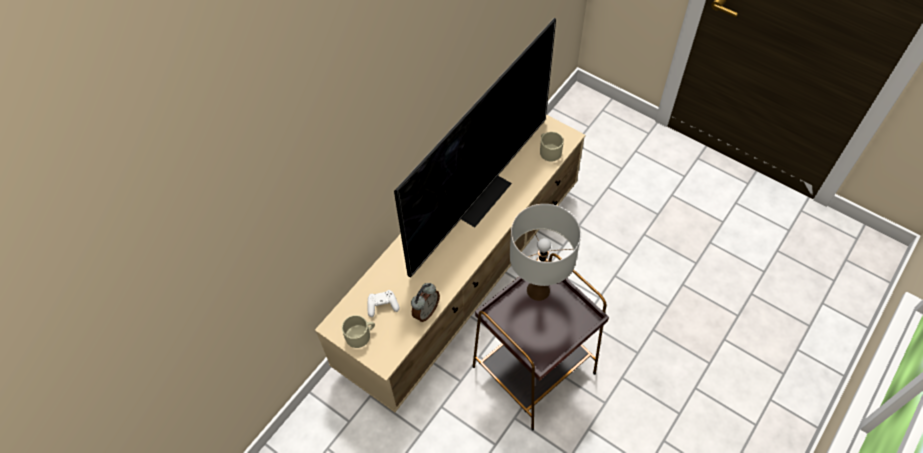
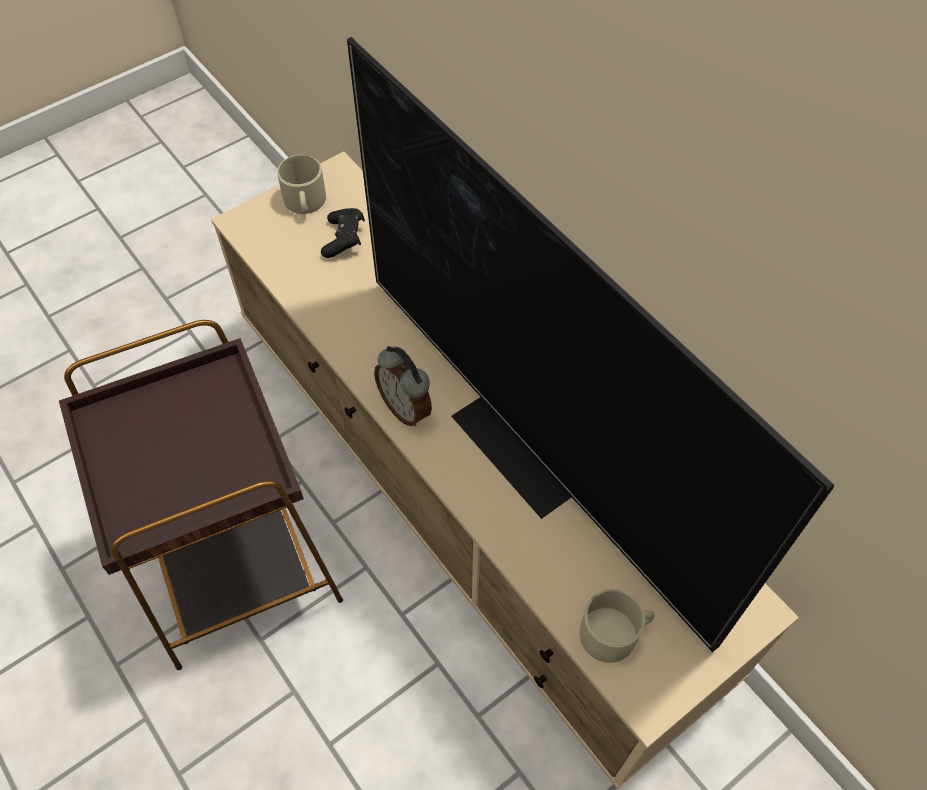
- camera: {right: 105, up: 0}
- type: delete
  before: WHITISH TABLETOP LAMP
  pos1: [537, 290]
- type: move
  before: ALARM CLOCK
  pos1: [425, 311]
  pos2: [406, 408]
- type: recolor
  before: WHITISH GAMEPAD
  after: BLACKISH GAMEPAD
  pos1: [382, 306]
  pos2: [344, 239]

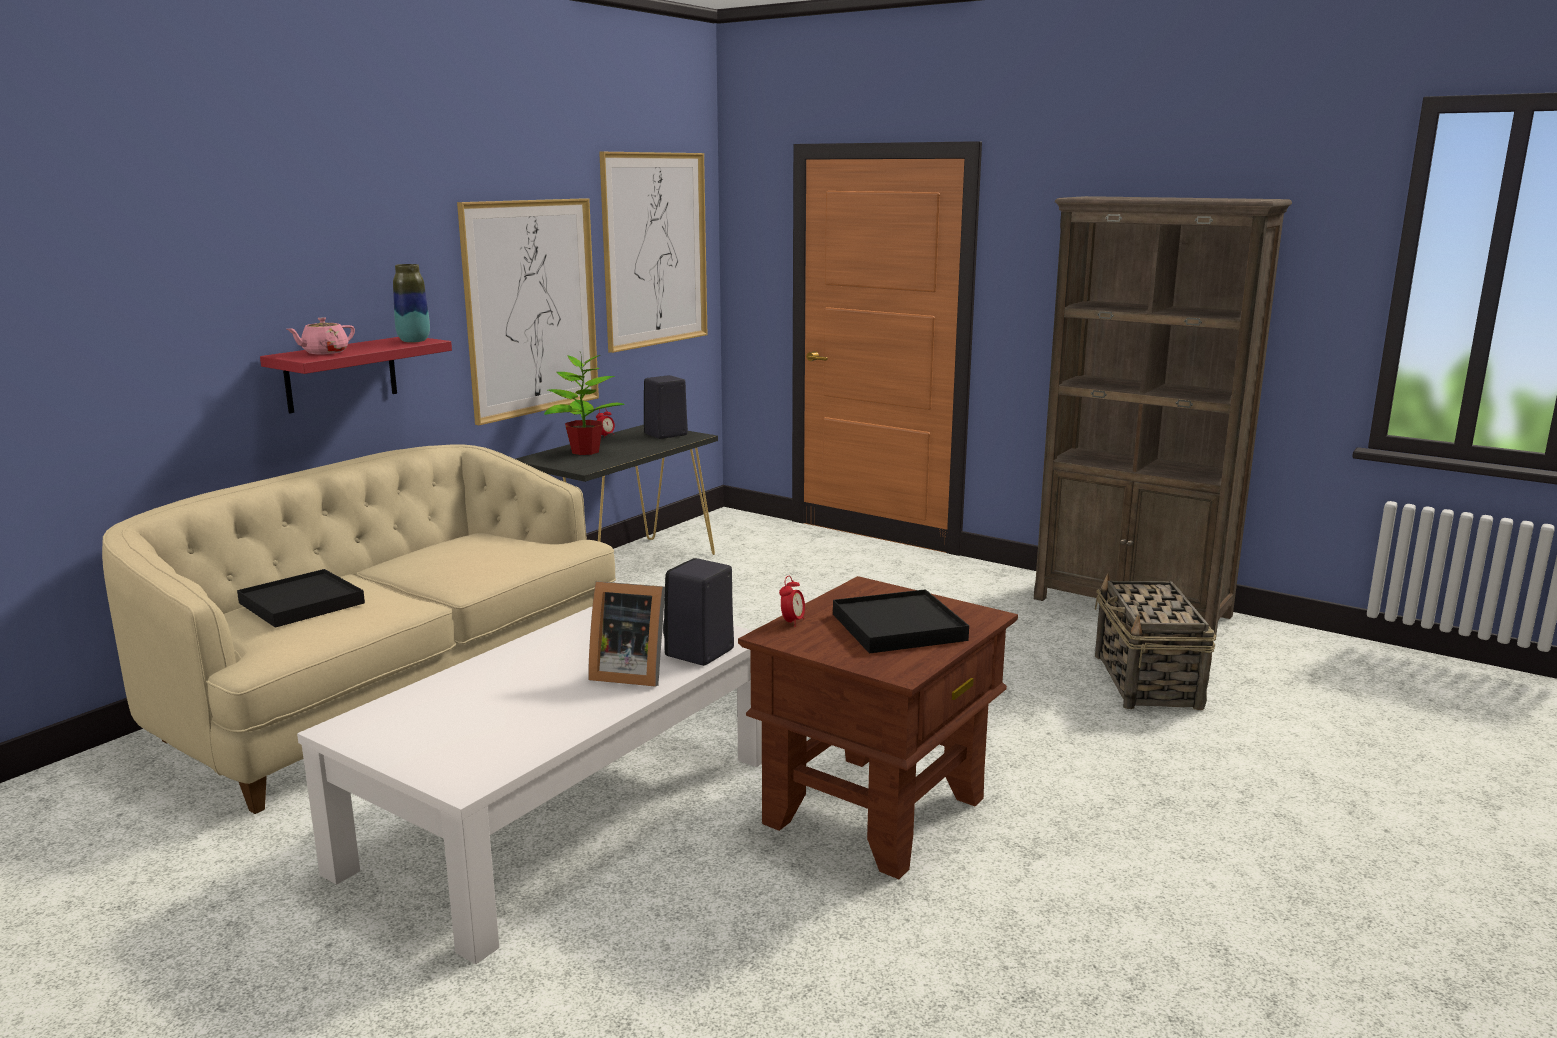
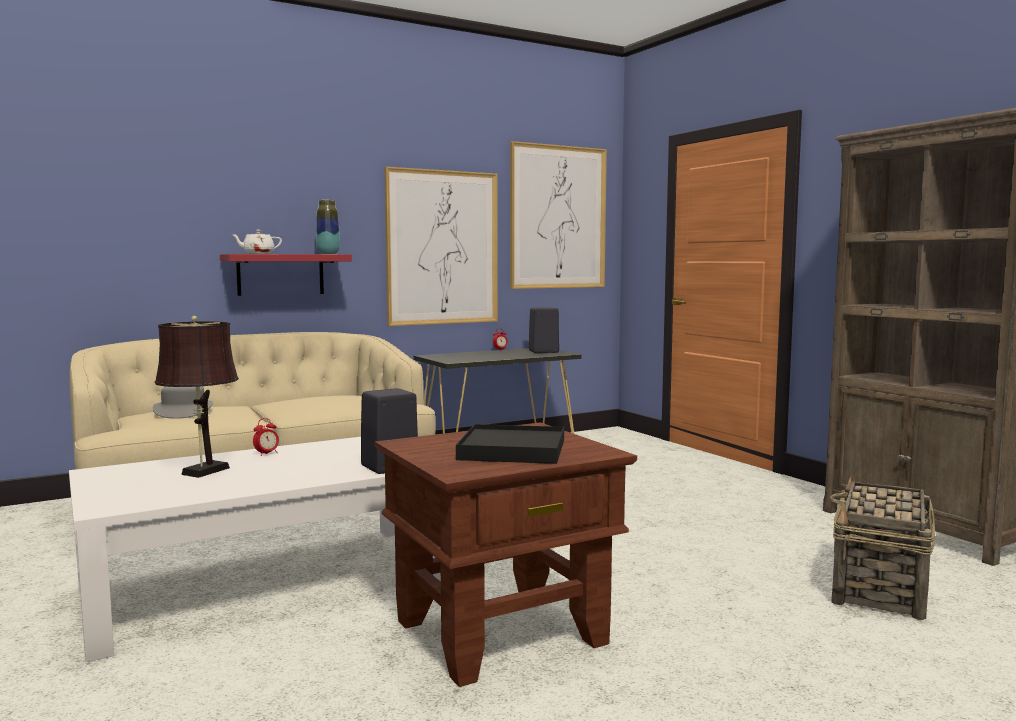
- camera: {right: 25, up: -10}
- type: delete
  before: PLANT IN A POT
  pos1: [584, 451]
- type: delete
  before: PHOTO FRAME
  pos1: [628, 673]
- type: insert
  after: BROWN TABLETOP LAMP
  pos2: [202, 472]
- type: move
  before: ALARM CLOCK
  pos1: [792, 622]
  pos2: [266, 454]
- type: replace
  before: BLACKISH CARRYING TRAY
  after: GRAY HAT
  pos1: [302, 603]
  pos2: [183, 411]
- type: recolor
  before: PINK-COLOURED TEAPOT
  after: WHITISH TEAPOT
  pos1: [324, 352]
  pos2: [257, 253]

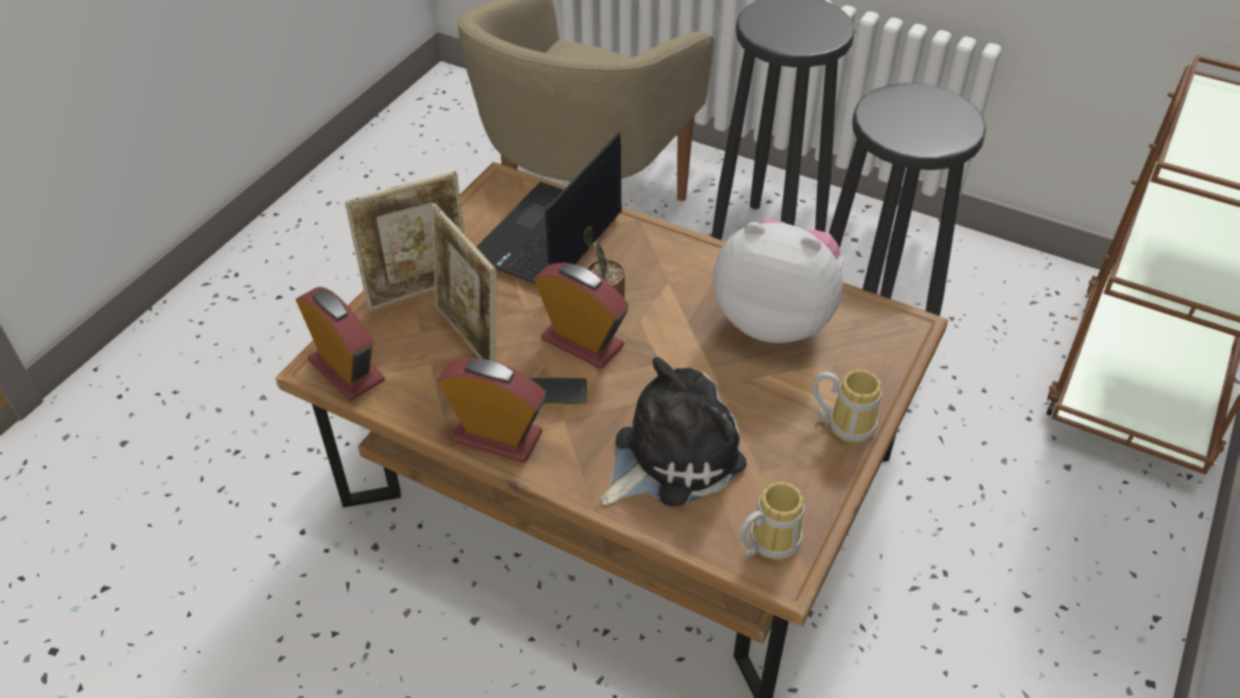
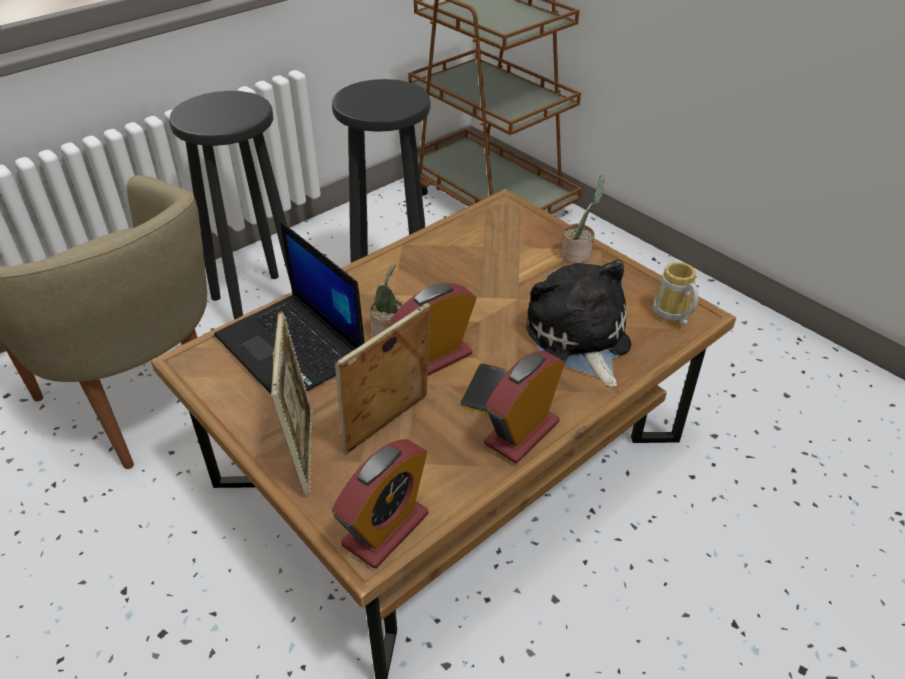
- camera: {right: -70, up: -5}
- type: delete
  before: CUDDLY TOY
  pos1: [775, 319]
- type: replace
  before: COFFEE MUG
  after: PLANT IN A POT
  pos1: [845, 422]
  pos2: [578, 254]
- type: rotate
  before: ALARM CLOCK
  pos1: [346, 371]
  pos2: [385, 529]
  turn: 150
- type: rotate
  before: PHOTO FRAME
  pos1: [470, 337]
  pos2: [388, 427]
  turn: 150

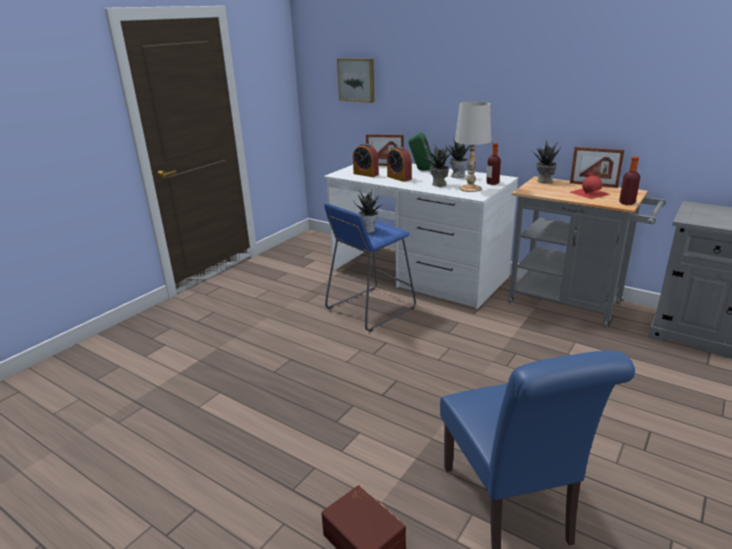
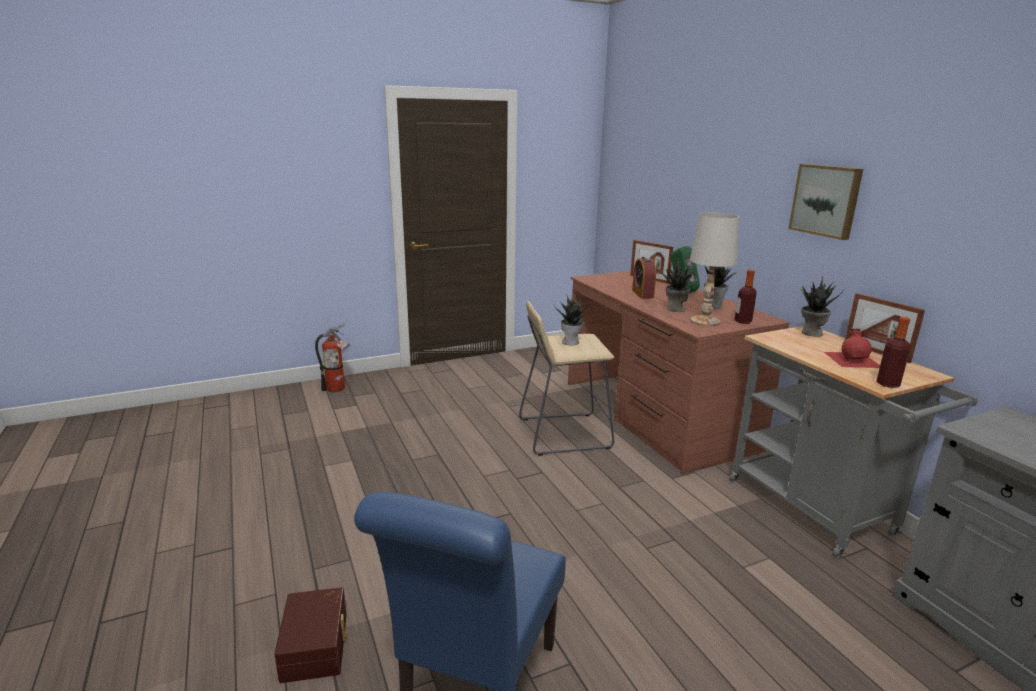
- camera: {right: 30, up: -5}
- type: delete
  before: ALARM CLOCK
  pos1: [366, 174]
- type: insert
  after: FIRE-FIGHTING CYLINDER
  pos2: [338, 388]
- type: move
  before: WALL PICTURE
  pos1: [357, 80]
  pos2: [826, 200]
- type: recolor
  before: WHITISH DESK UNIT
  after: BROWN DESK UNIT
  pos1: [418, 273]
  pos2: [655, 415]
- type: recolor
  before: BLUE-COLOURED STOOL
  after: SAND-COLOURED STOOL
  pos1: [370, 308]
  pos2: [564, 433]

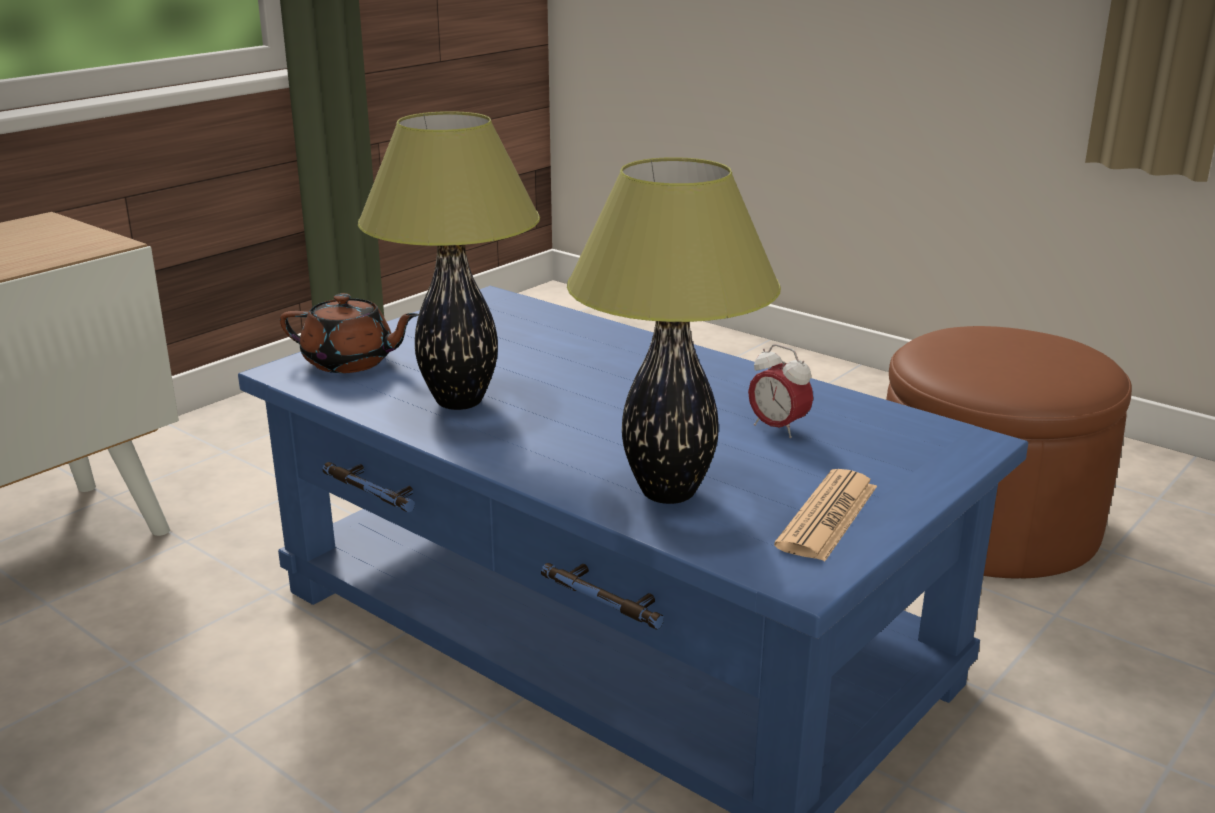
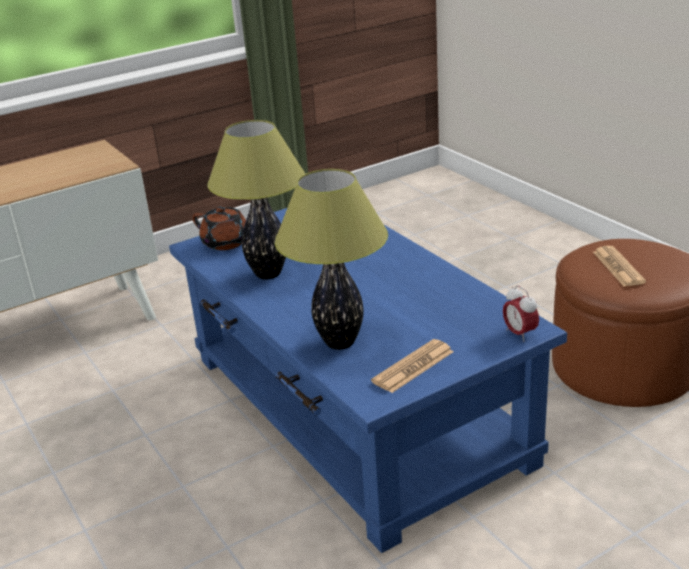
- camera: {right: 20, up: 5}
- type: insert
  after: DAILY PAPER
  pos2: [618, 267]
- type: move
  before: ALARM CLOCK
  pos1: [777, 428]
  pos2: [520, 334]

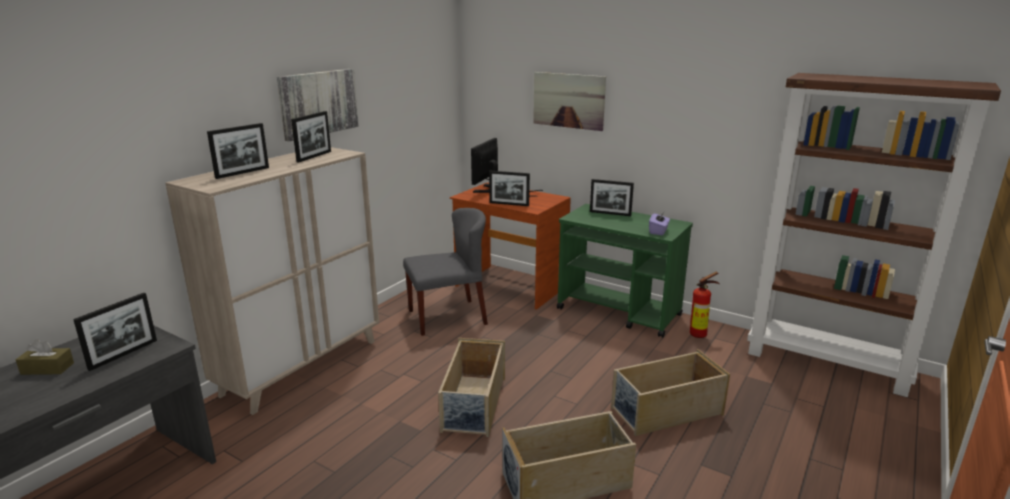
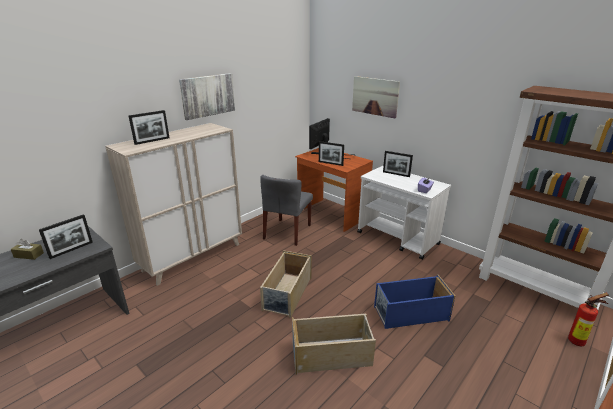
- camera: {right: 10, up: 5}
- type: delete
  before: PHOTO FRAME
  pos1: [314, 156]
- type: move
  before: FIRE-FIGHTING CYLINDER
  pos1: [700, 335]
  pos2: [578, 341]
- type: recolor
  before: GREENISH WHEELED CART
  after: WHITISH WHEELED CART
  pos1: [619, 312]
  pos2: [398, 238]
- type: recolor
  before: SAND-COLOURED STORAGE BOX
  after: BLUE-COLOURED STORAGE BOX
  pos1: [665, 411]
  pos2: [410, 313]
- type: rotate
  before: GRAY CHAIR
  pos1: [448, 317]
  pos2: [287, 232]
  turn: 120

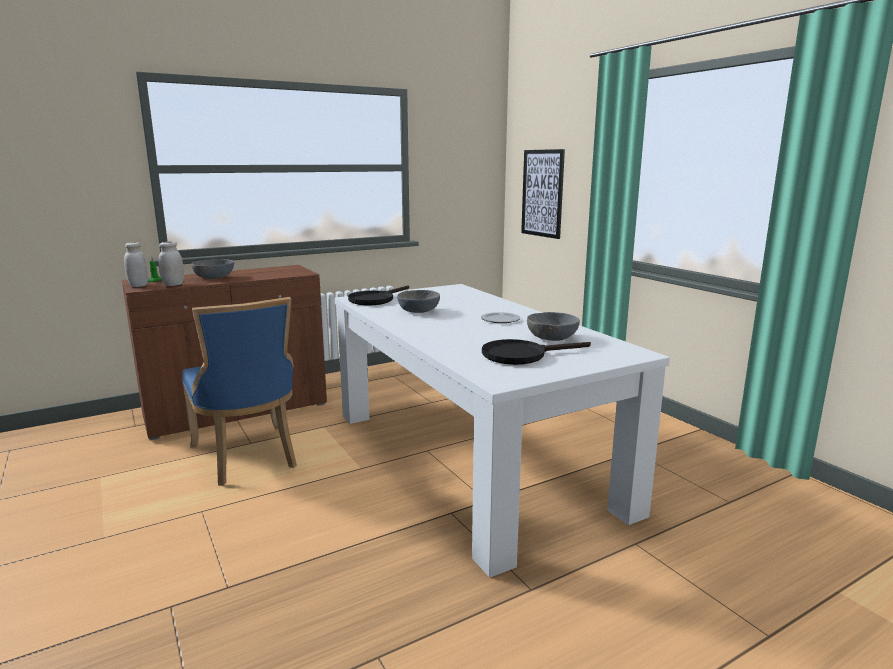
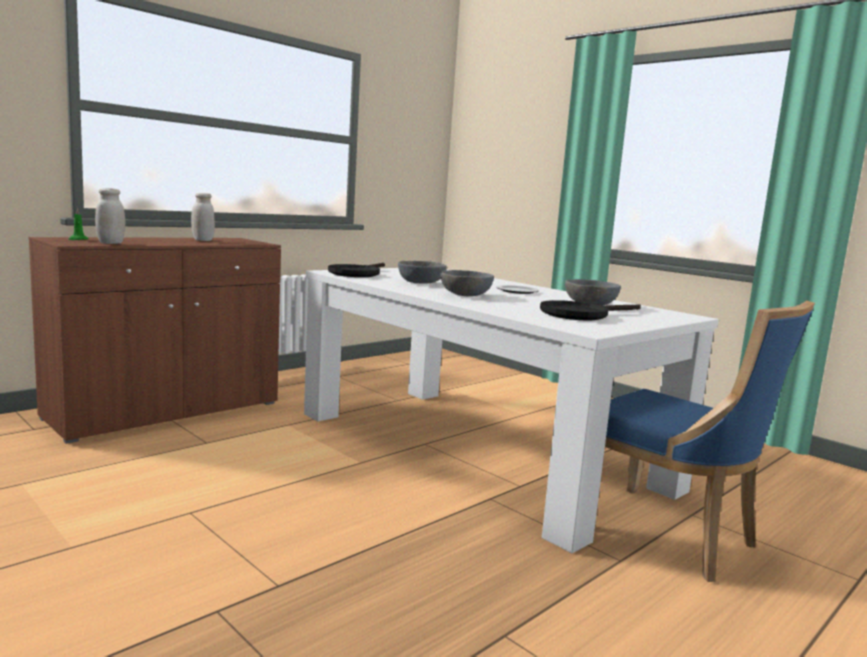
- camera: {right: -15, up: -5}
- type: delete
  before: WALL PICTURE
  pos1: [542, 193]
- type: move
  before: WHITISH JAR
  pos1: [138, 285]
  pos2: [203, 240]
- type: move
  before: BLUE-COLOURED CHAIR
  pos1: [247, 457]
  pos2: [668, 536]
- type: move
  before: GRAY SERVING BOWL
  pos1: [214, 277]
  pos2: [466, 295]

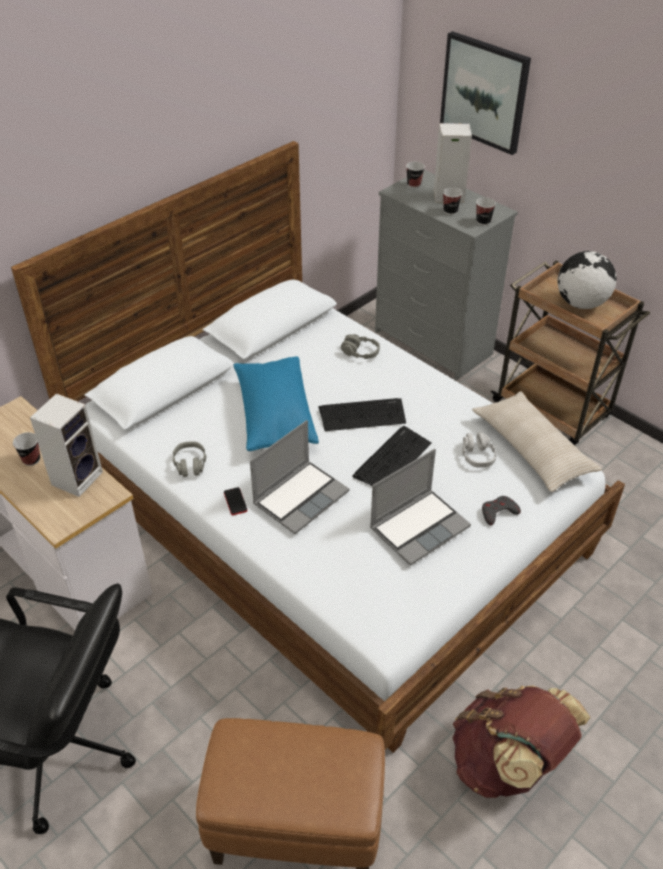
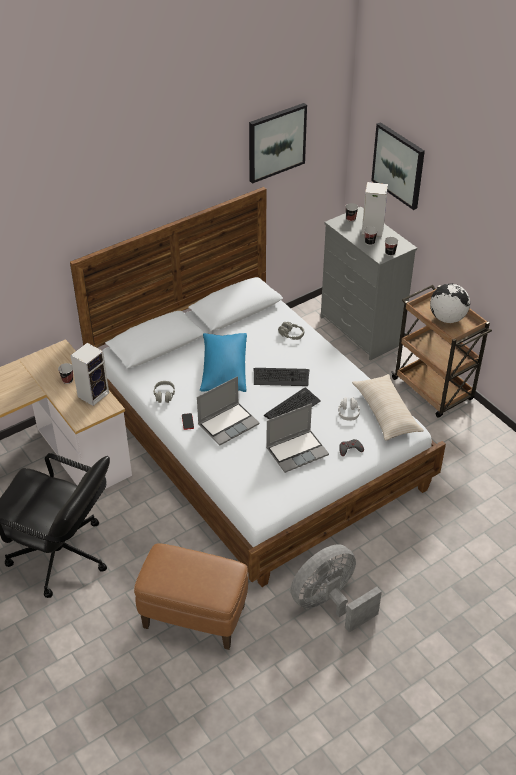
- camera: {right: 10, up: 0}
- type: insert
  after: WALL PICTURE
  pos2: [276, 142]
- type: replace
  before: BROWN BACKPACK
  after: GRAY COOLING FAN
  pos1: [506, 764]
  pos2: [330, 603]

